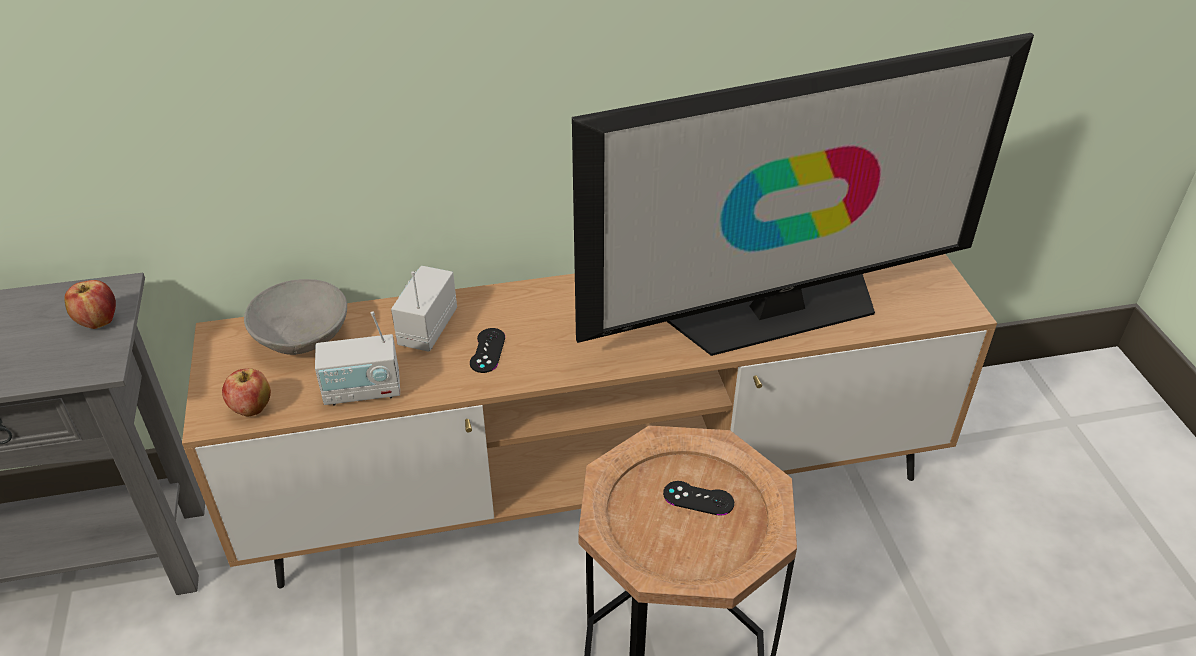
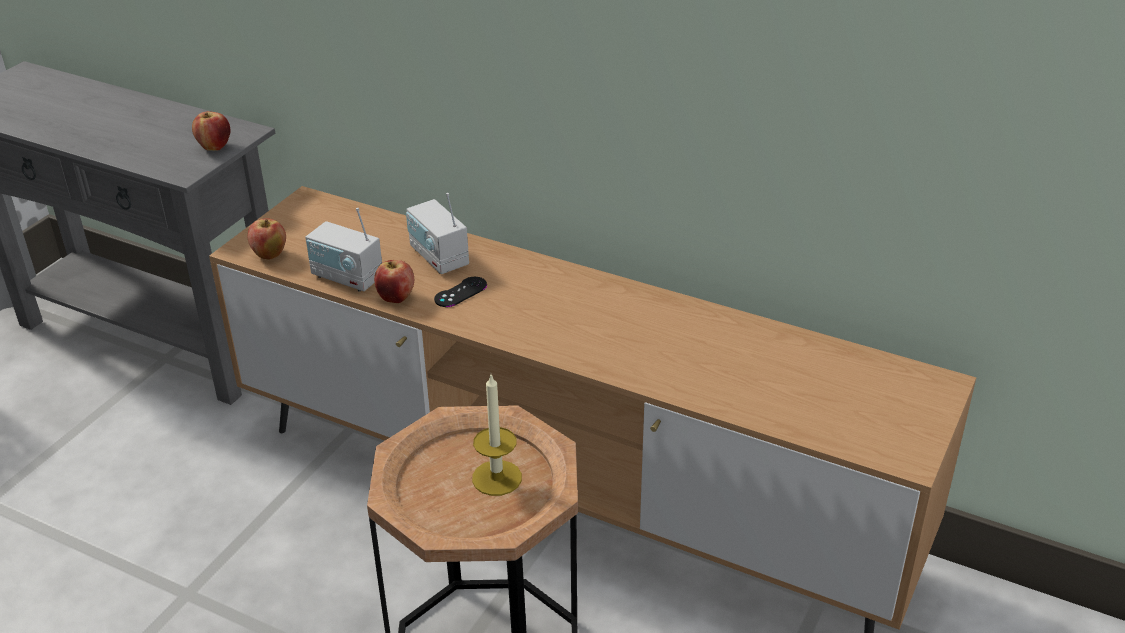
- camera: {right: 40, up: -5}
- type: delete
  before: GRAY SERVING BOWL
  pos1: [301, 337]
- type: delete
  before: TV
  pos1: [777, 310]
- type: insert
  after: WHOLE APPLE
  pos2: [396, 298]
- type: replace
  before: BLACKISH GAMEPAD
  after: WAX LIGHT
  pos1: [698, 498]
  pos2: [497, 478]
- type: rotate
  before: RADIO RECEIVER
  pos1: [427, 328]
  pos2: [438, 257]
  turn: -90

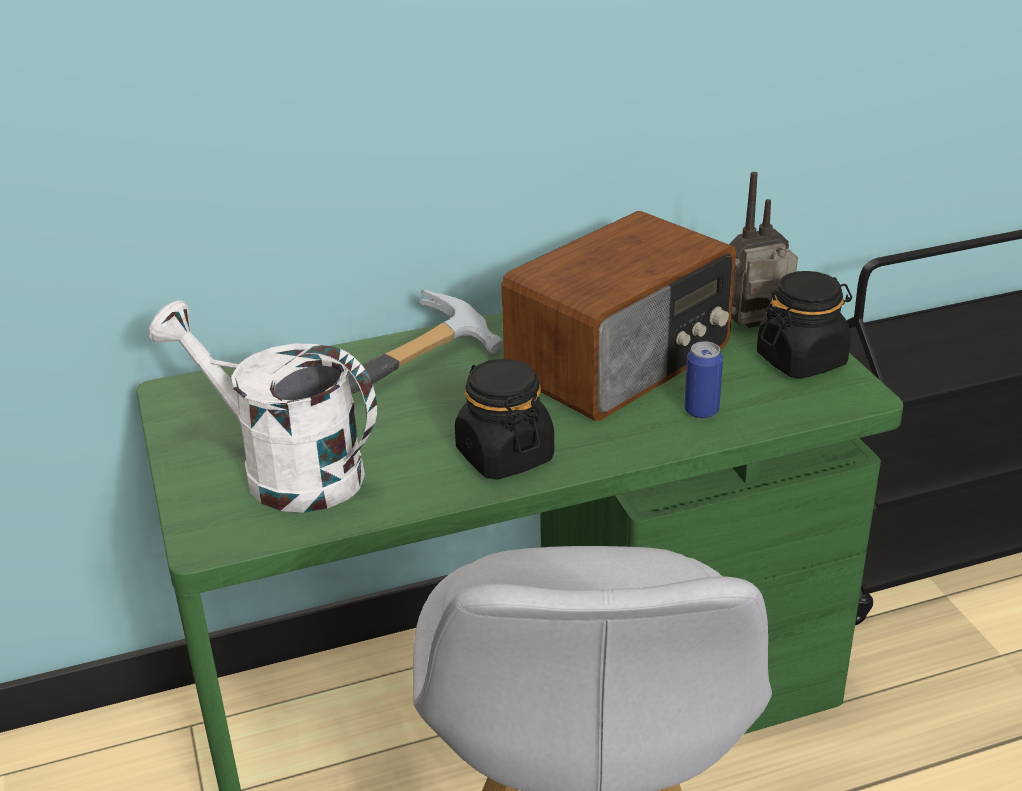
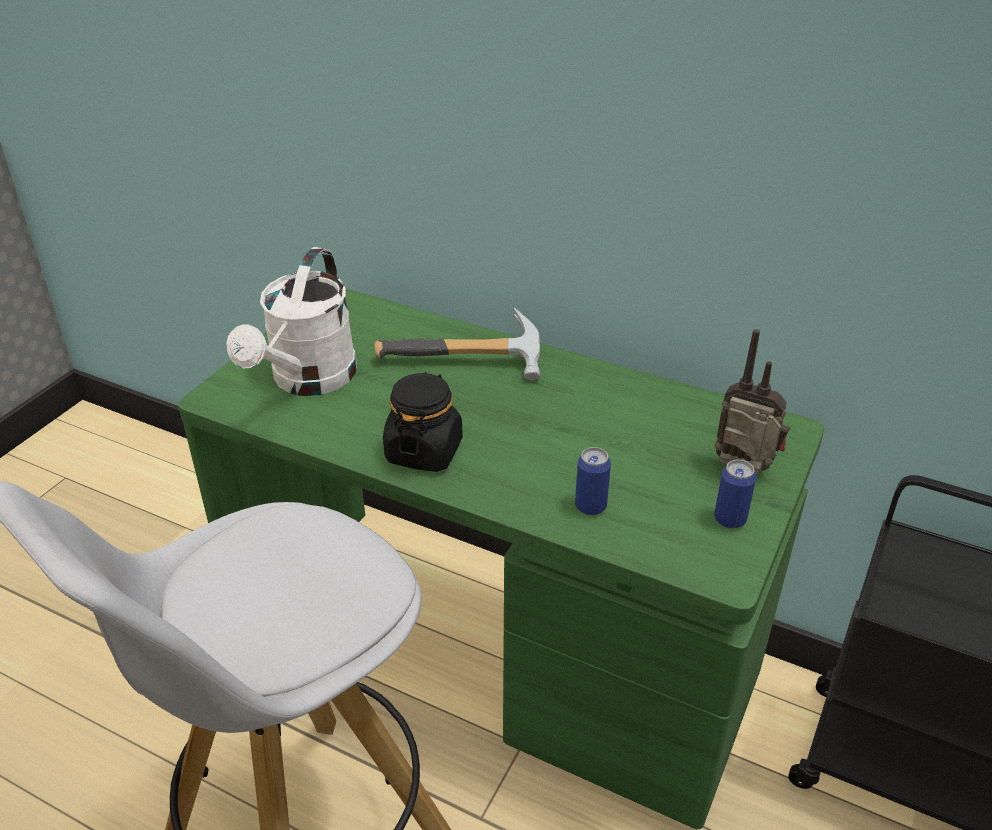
- camera: {right: 45, up: 5}
- type: delete
  before: RADIO RECEIVER
  pos1: [622, 361]
- type: replace
  before: BLACKISH JAR
  after: SEALED CAN
  pos1: [801, 360]
  pos2: [730, 519]
- type: rotate
  before: WHITISH SPRINKLING CAN
  pos1: [284, 470]
  pos2: [308, 381]
  turn: -150

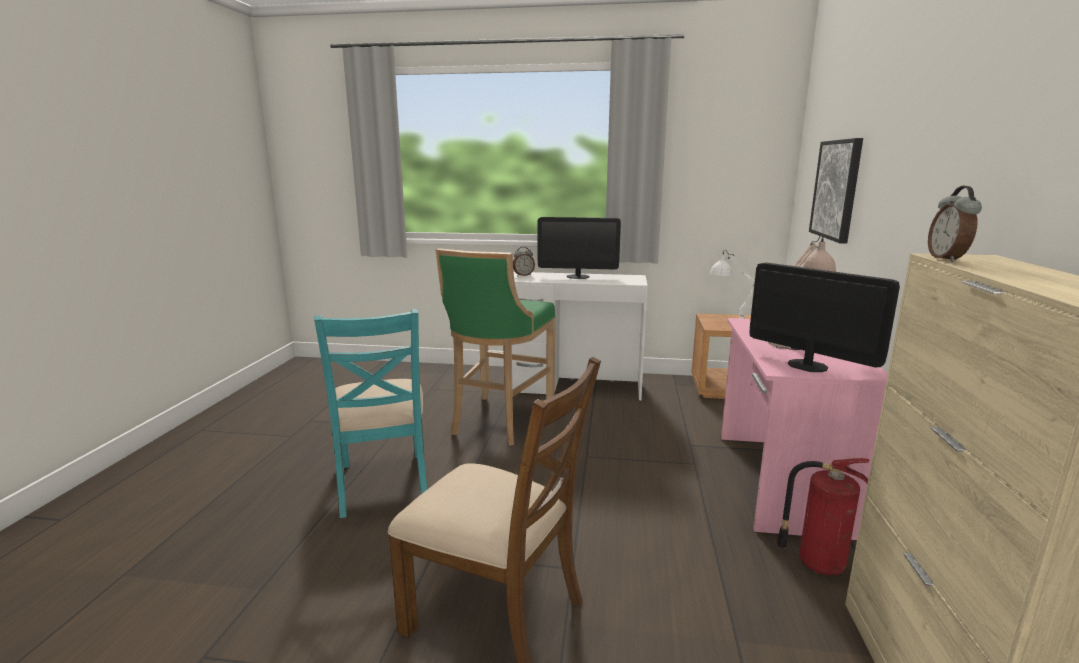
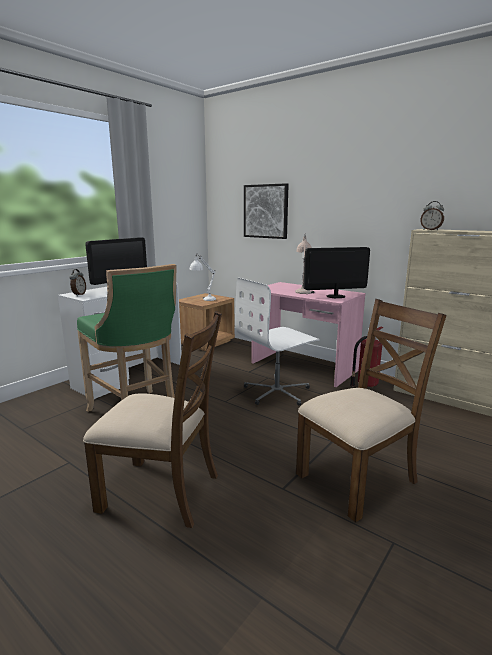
- camera: {right: -60, up: 0}
- type: insert
  after: WHITISH DESK CHAIR
  pos2: [277, 392]
- type: recolor
  before: TURQUOISE CHAIR
  after: BROWN CHAIR
  pos1: [383, 483]
  pos2: [161, 491]

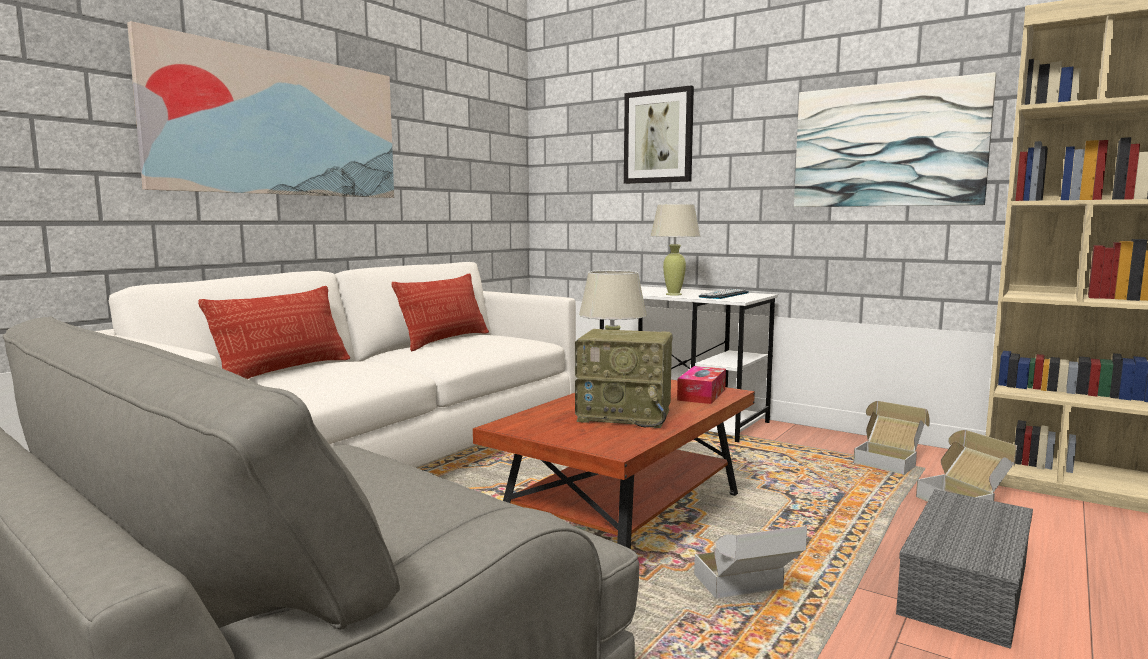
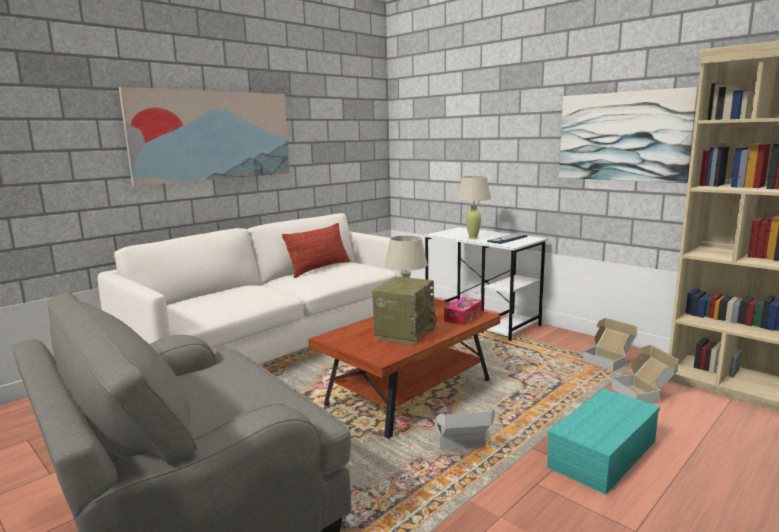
- camera: {right: 10, up: 5}
- type: delete
  before: CUSHION
  pos1: [284, 371]
- type: delete
  before: WALL PICTURE
  pos1: [658, 136]
- type: recolor
  before: GRAY STORAGE BOX
  after: TURQUOISE STORAGE BOX
  pos1: [963, 585]
  pos2: [602, 452]
- type: rotate
  before: RADIO RECEIVER
  pos1: [626, 415]
  pos2: [404, 332]
  turn: -90

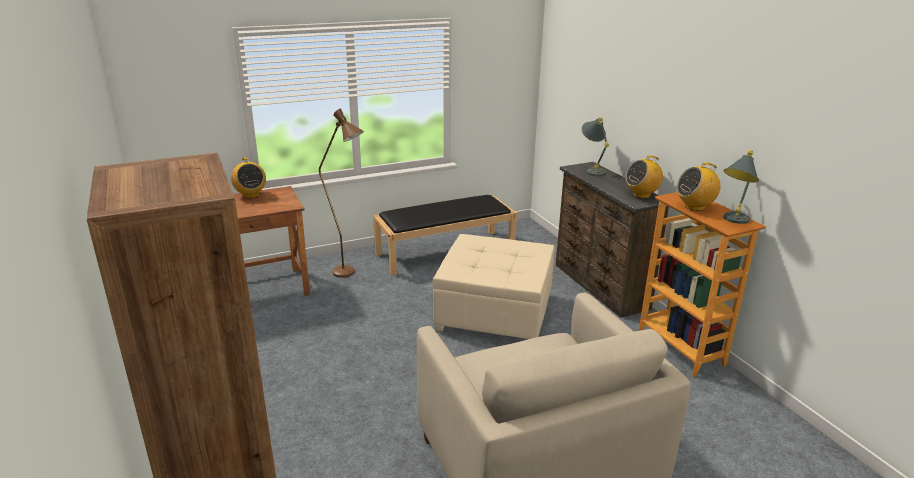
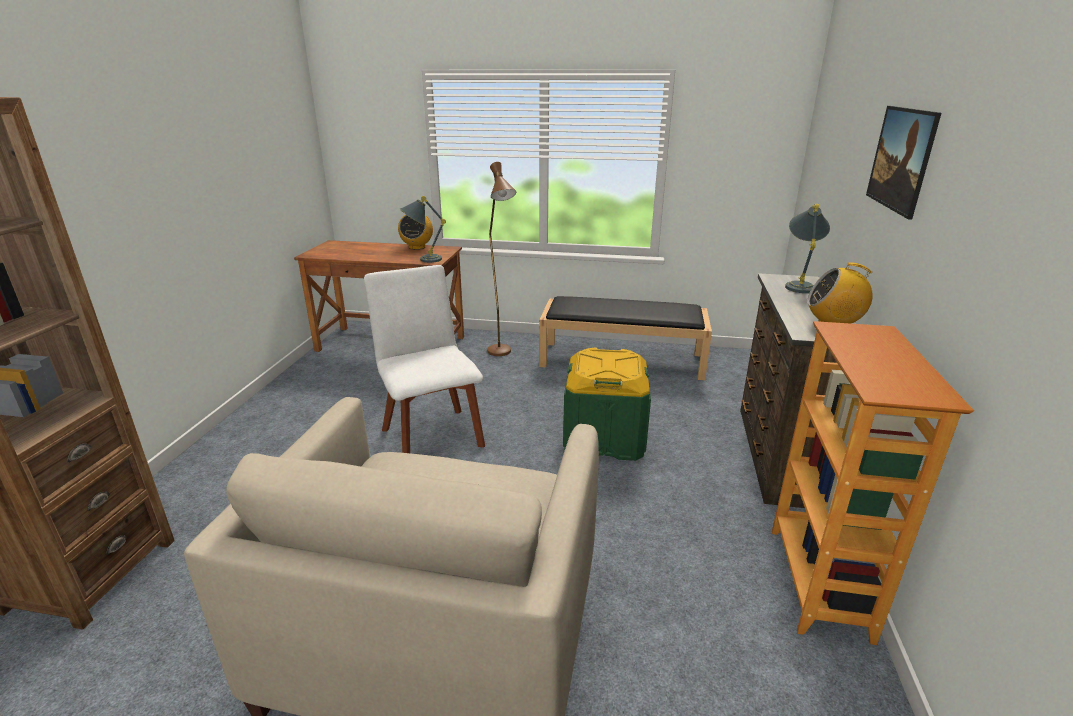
- camera: {right: 35, up: 0}
- type: delete
  before: RADIO RECEIVER
  pos1: [694, 207]
- type: insert
  after: WHITISH CHAIR
  pos2: [431, 435]
- type: insert
  after: WALL PICTURE
  pos2: [894, 183]
- type: move
  before: GRAY TABLETOP LAMP
  pos1: [732, 221]
  pos2: [422, 260]
- type: replace
  before: SAND-COLOURED FOOTREST
  after: GREENISH STORAGE BOX
  pos1: [495, 311]
  pos2: [604, 438]

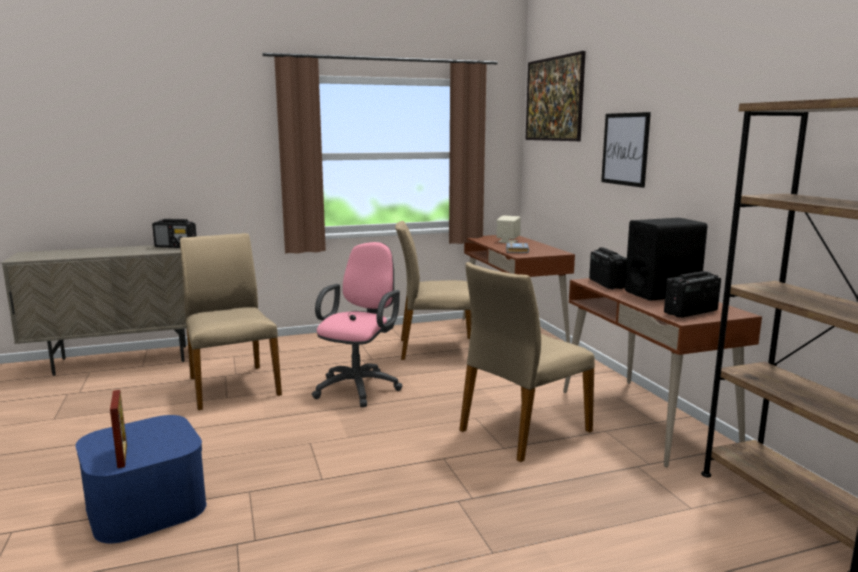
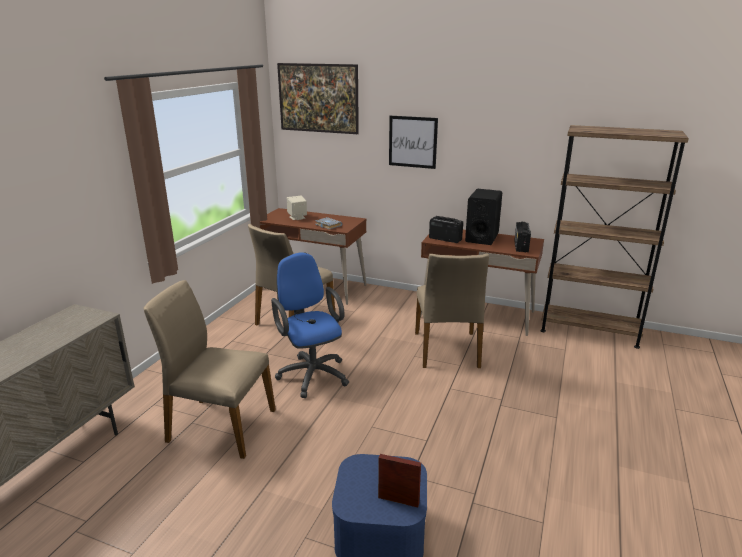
- camera: {right: -50, up: 10}
- type: delete
  before: RADIO RECEIVER
  pos1: [176, 247]
- type: recolor
  before: PINK-COLOURED DESK CHAIR
  after: BLUE-COLOURED DESK CHAIR
  pos1: [360, 387]
  pos2: [312, 373]

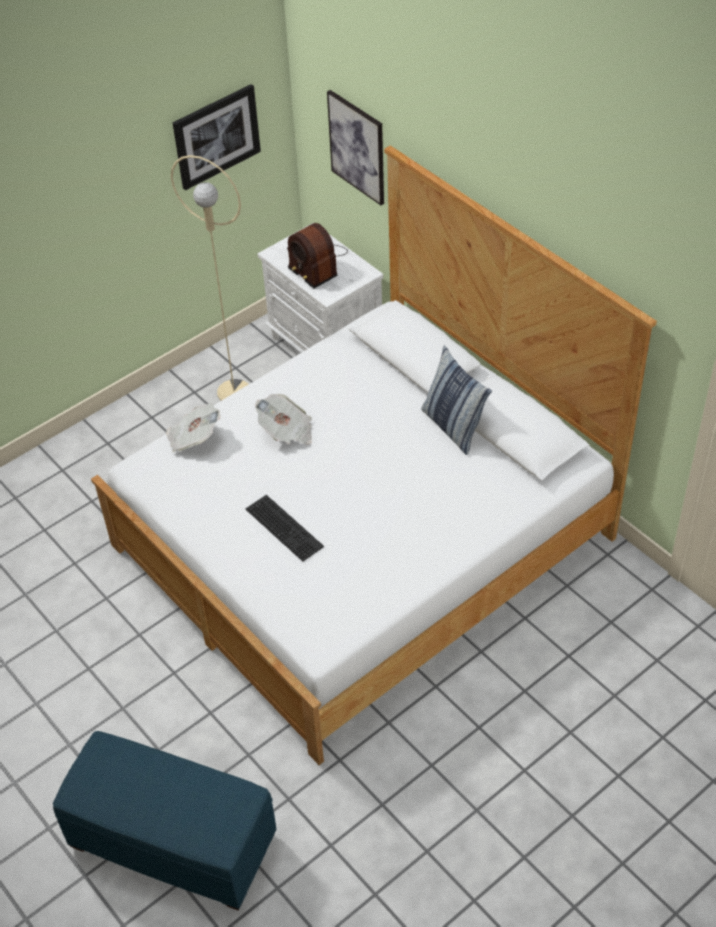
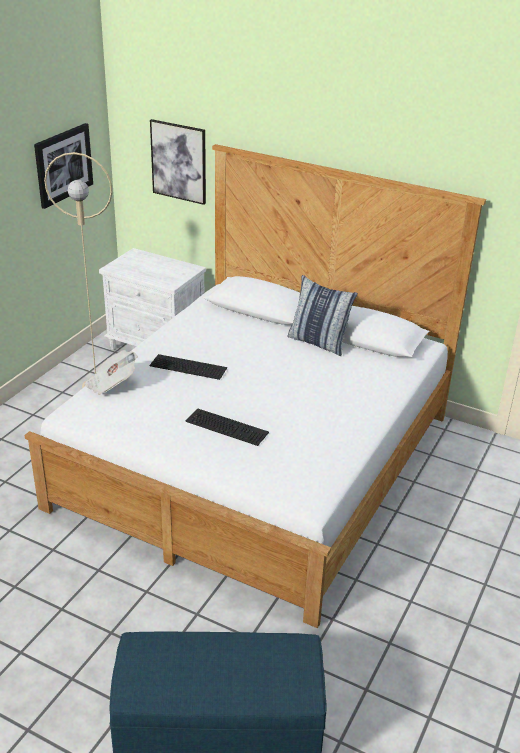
- camera: {right: -25, up: -15}
- type: delete
  before: RADIO RECEIVER
  pos1: [316, 264]
- type: replace
  before: DAILY PAPER
  after: PC KEYBOARD
  pos1: [287, 431]
  pos2: [189, 366]

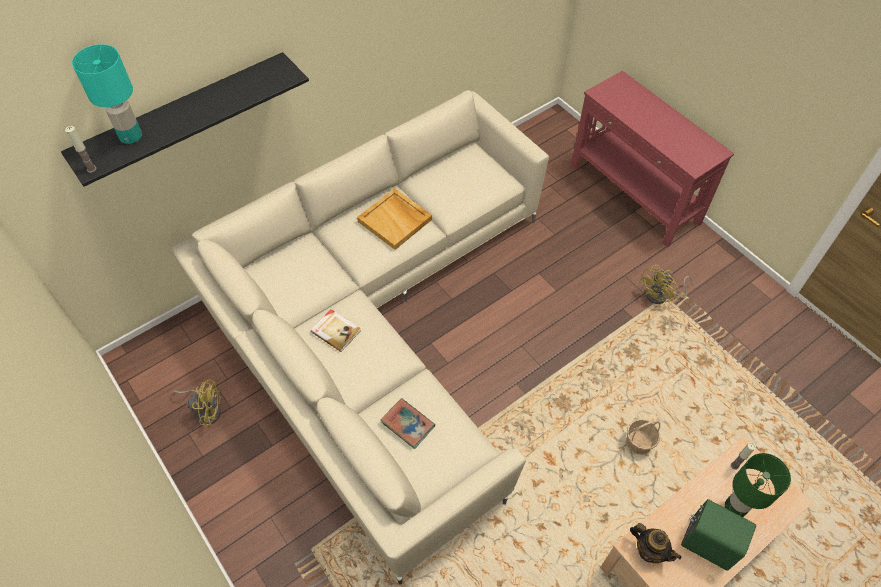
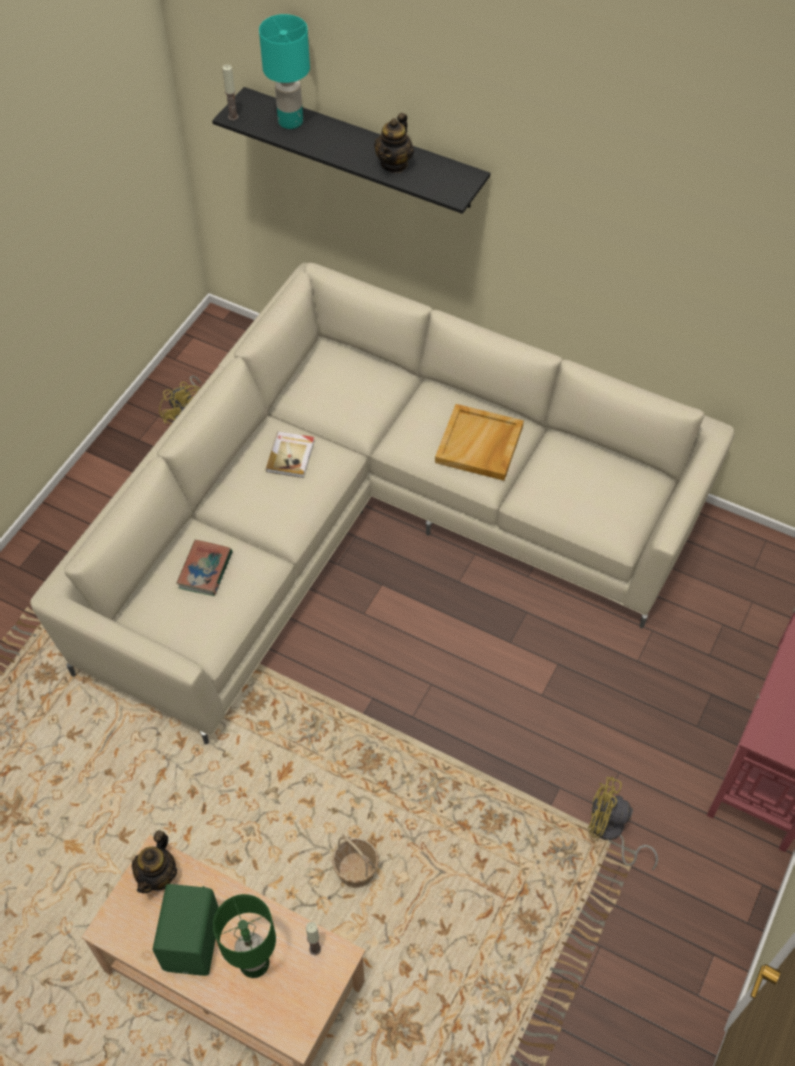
- camera: {right: 65, up: 0}
- type: insert
  after: TEAPOT
  pos2: [394, 164]

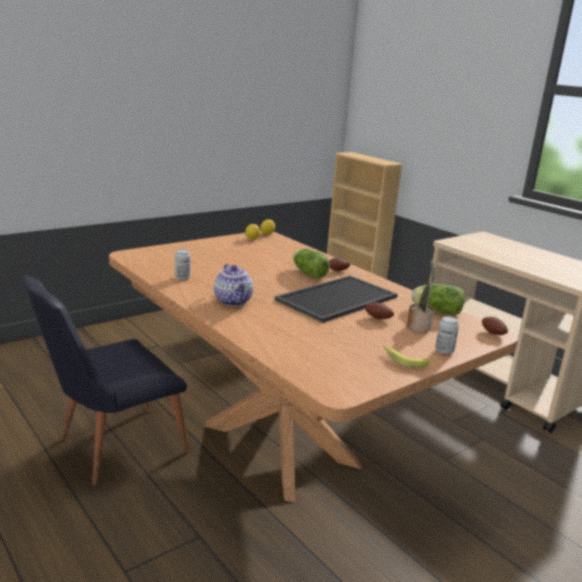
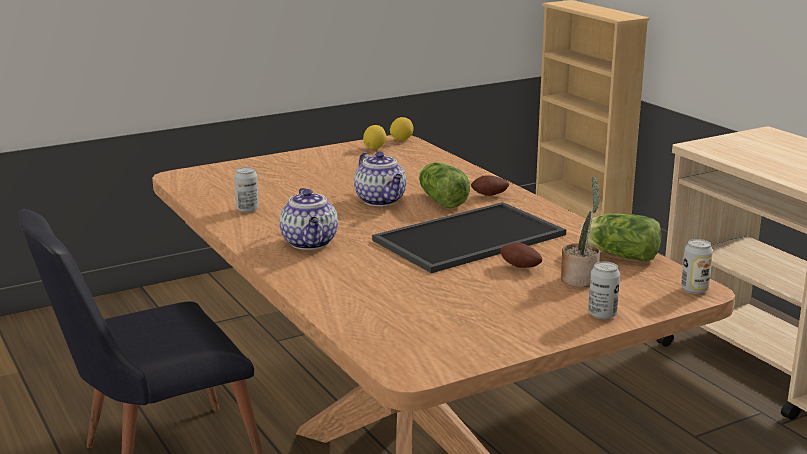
- camera: {right: 10, up: 0}
- type: delete
  before: WHOLE BANANA
  pos1: [403, 360]
- type: insert
  after: TEAPOT
  pos2: [381, 201]
- type: replace
  before: WHOLE POTATO
  after: SEALED CAN
  pos1: [492, 333]
  pos2: [694, 289]

